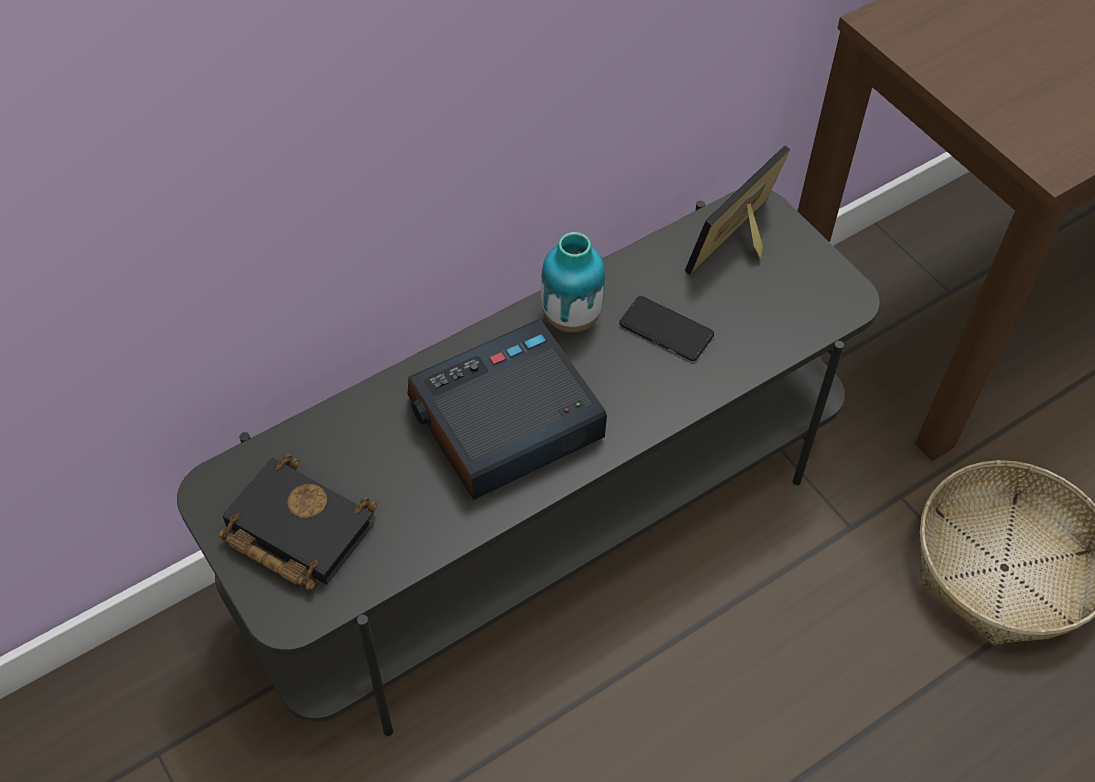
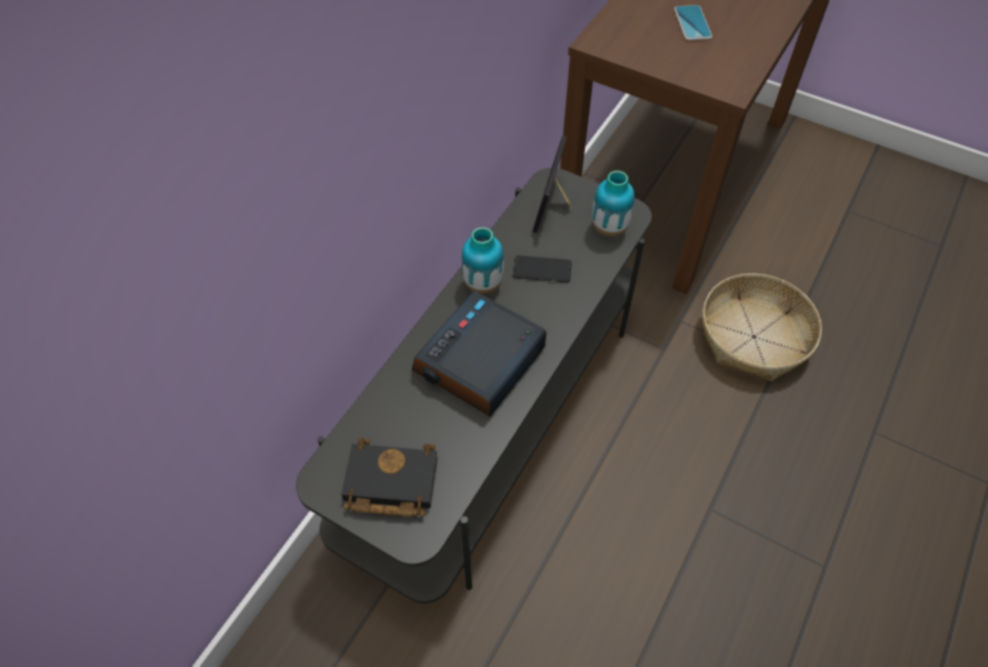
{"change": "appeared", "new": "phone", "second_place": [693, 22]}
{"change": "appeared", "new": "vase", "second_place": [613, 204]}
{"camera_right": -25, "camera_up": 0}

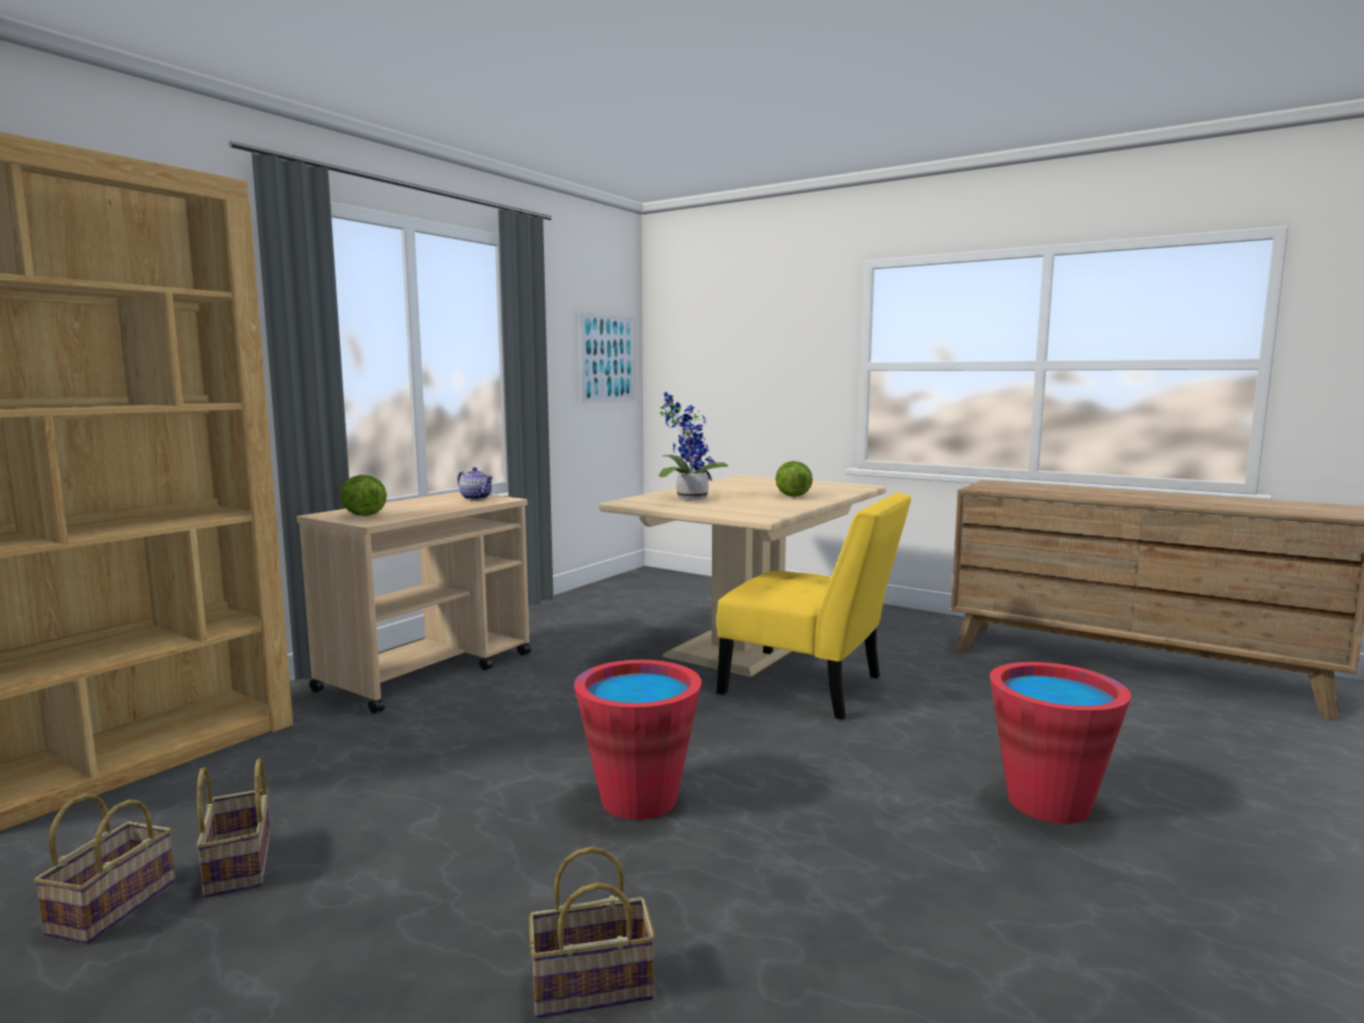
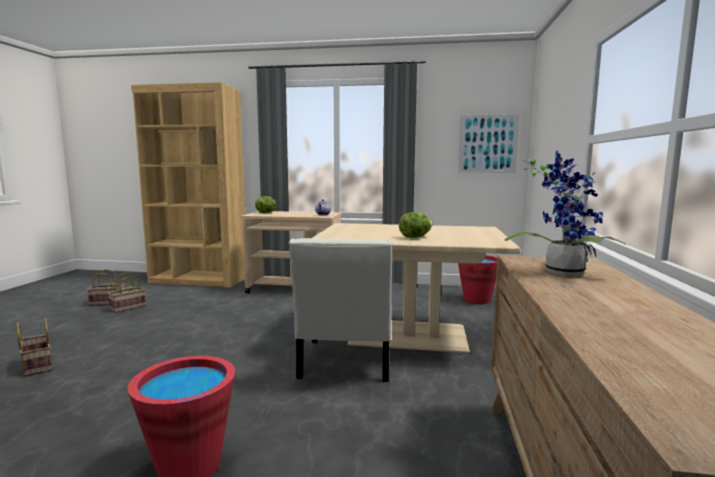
{"change": "relocated", "old": "potted plant", "first_place": [693, 446], "second_place": [565, 213]}
{"change": "colour", "old": "yellow chair", "new": "white chair", "first_place": [814, 606], "second_place": [340, 310]}
{"change": "relocated", "old": "red bucket", "first_place": [638, 740], "second_place": [477, 279]}
{"camera_right": 65, "camera_up": 0}

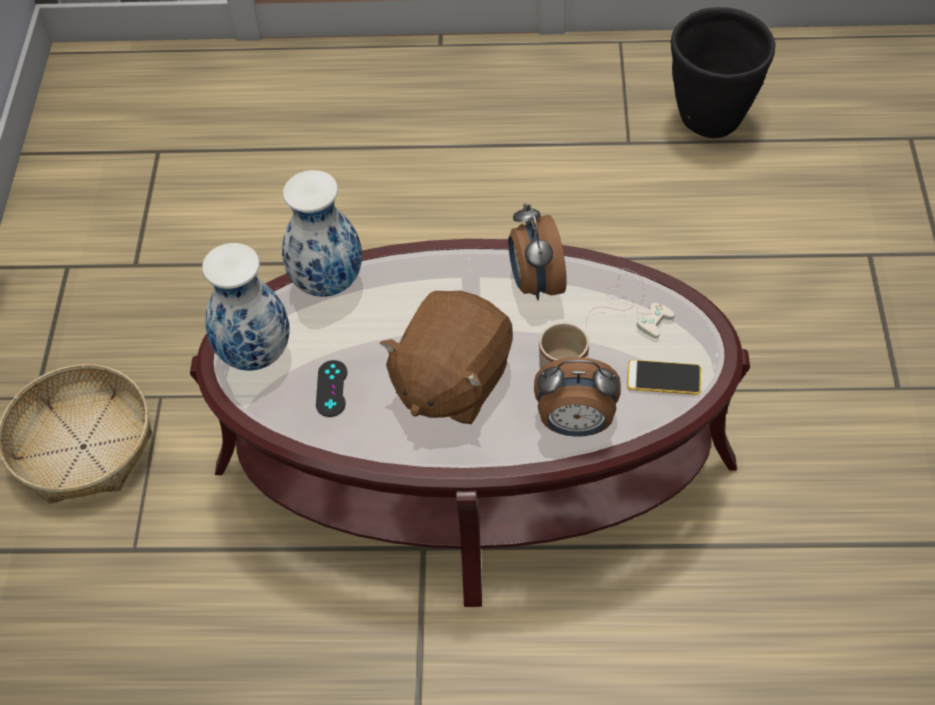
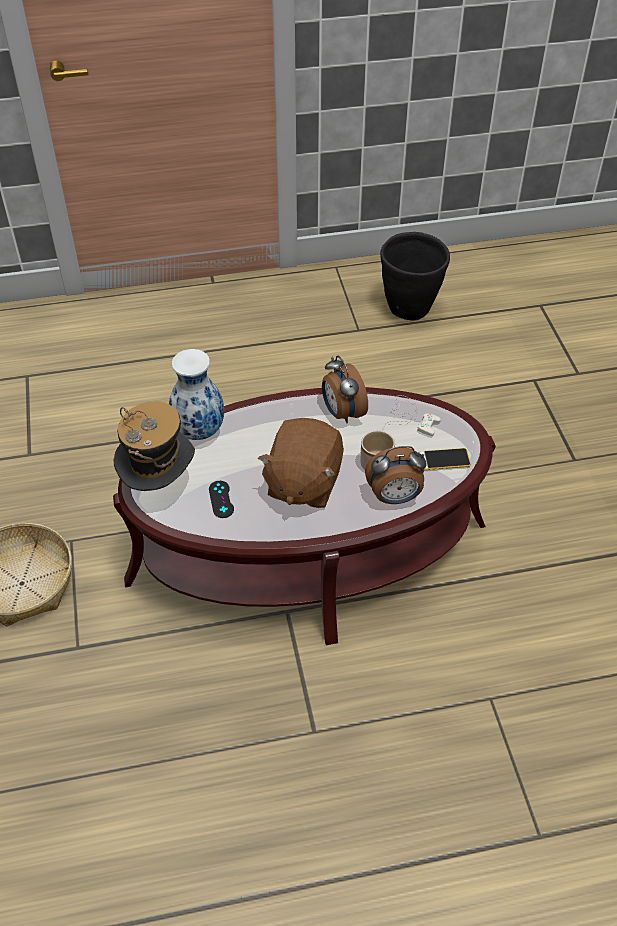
{"change": "exchanged", "old": "vase", "new": "hat", "first_place": [246, 306], "second_place": [154, 446]}
{"camera_right": -15, "camera_up": -5}

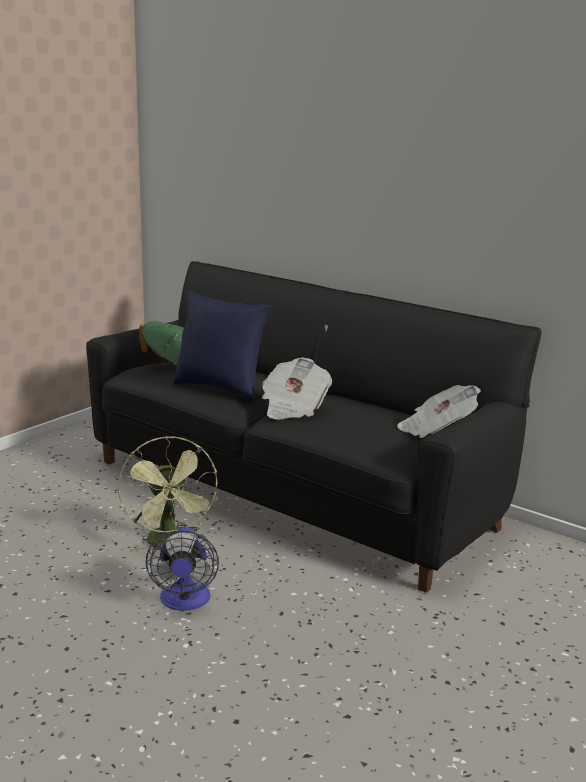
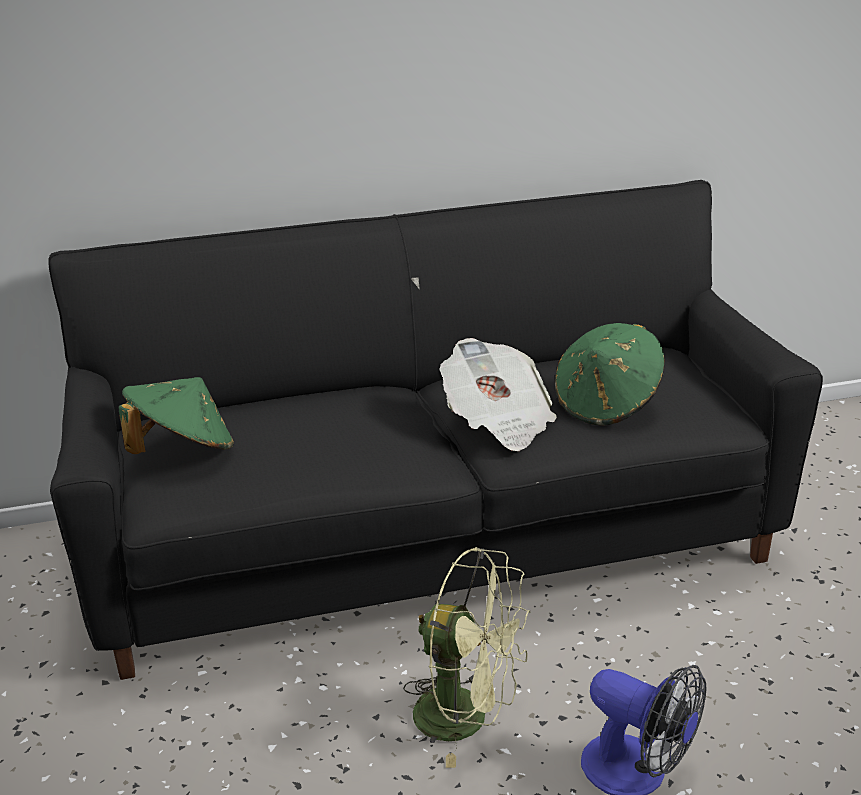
{"change": "missing", "old": "blue pillow", "first_place": [222, 345]}
{"change": "missing", "old": "newspaper", "first_place": [439, 411]}
{"change": "appeared", "new": "green hat", "second_place": [610, 374]}
{"camera_right": -50, "camera_up": 10}

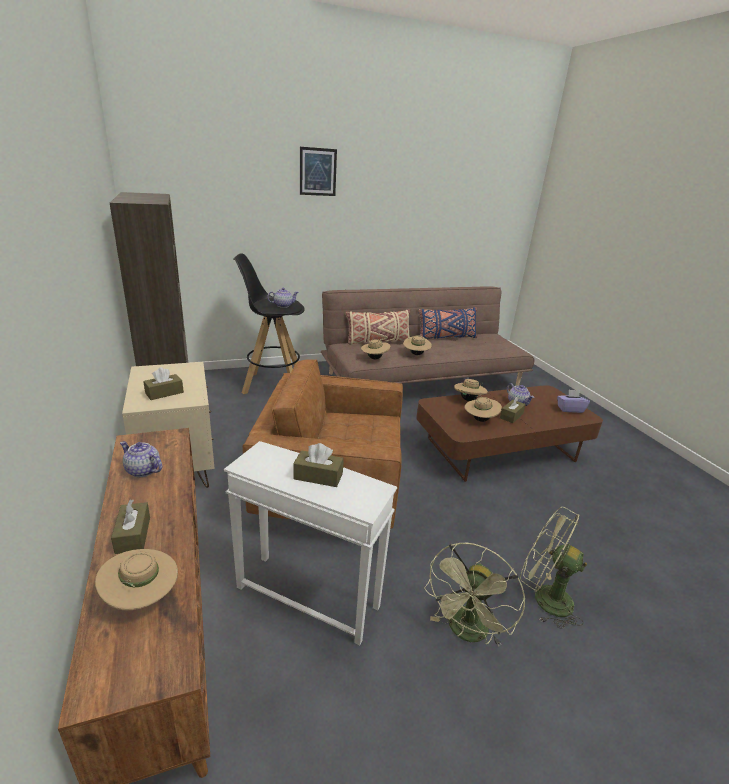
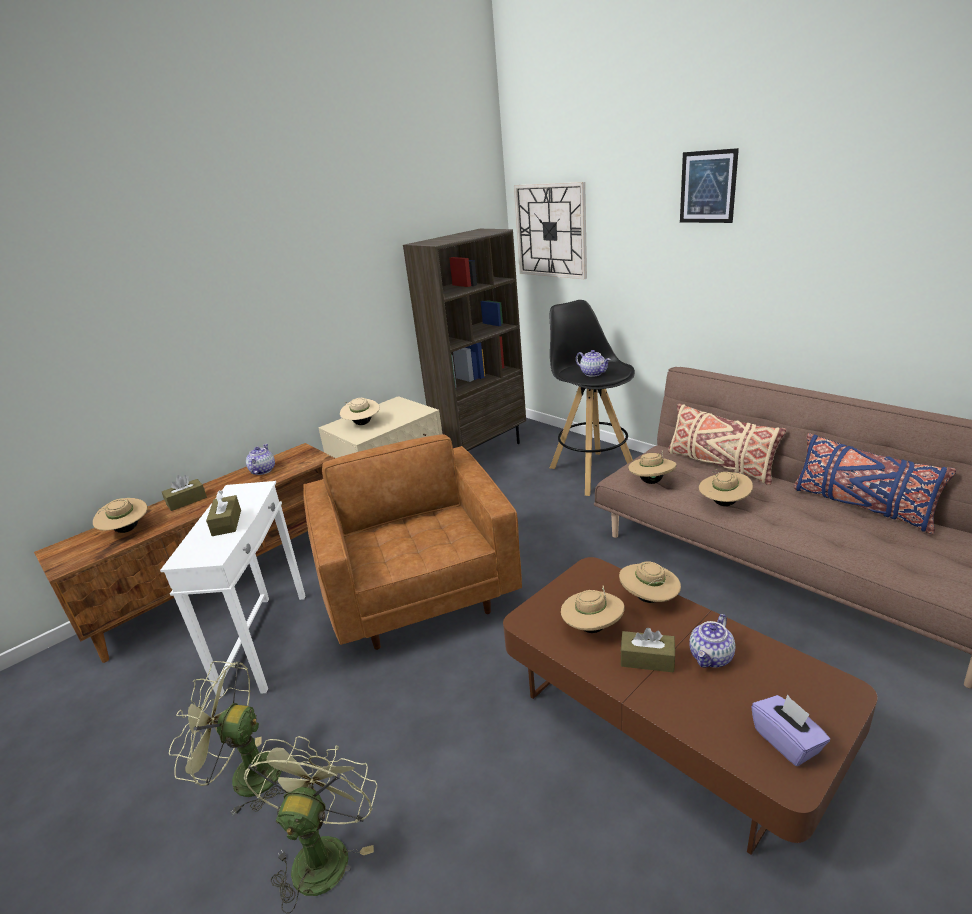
{"change": "exchanged", "old": "brown tissue box", "new": "beige hat", "first_place": [163, 383], "second_place": [360, 411]}
{"change": "appeared", "new": "wall clock", "second_place": [550, 230]}
{"camera_right": 70, "camera_up": 0}

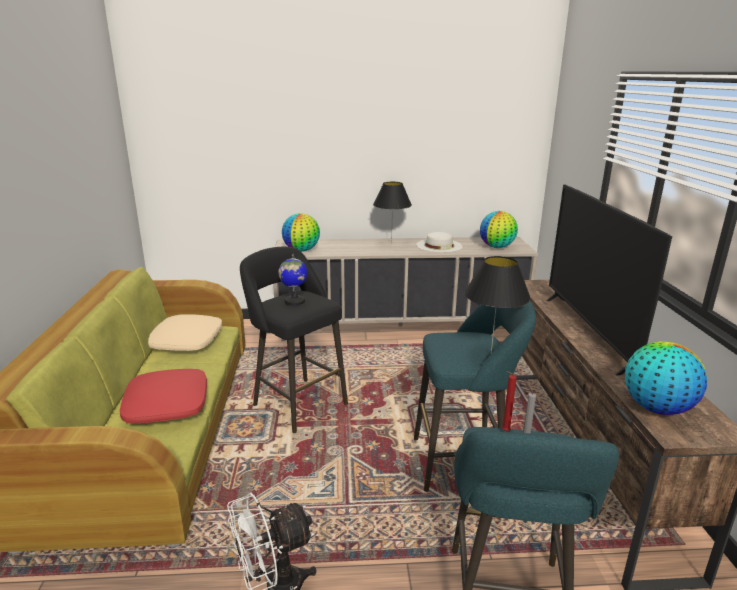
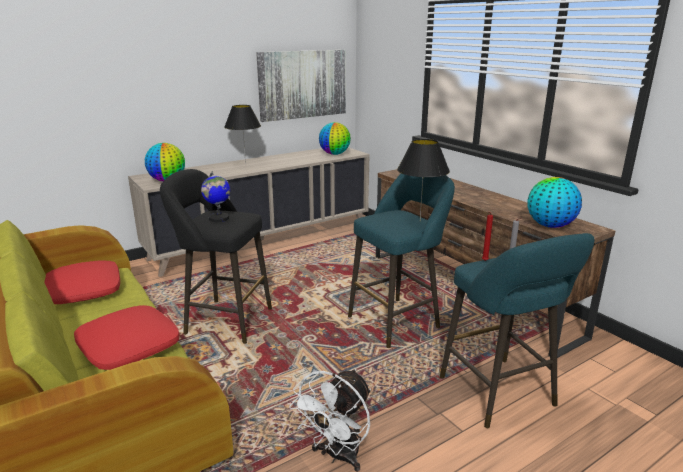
{"change": "missing", "old": "television", "first_place": [609, 279]}
{"change": "missing", "old": "white hat", "first_place": [439, 242]}
{"change": "colour", "old": "beige pillow", "new": "red pillow", "first_place": [185, 332], "second_place": [82, 282]}
{"change": "appeared", "new": "picture", "second_place": [301, 86]}
{"camera_right": -30, "camera_up": 0}

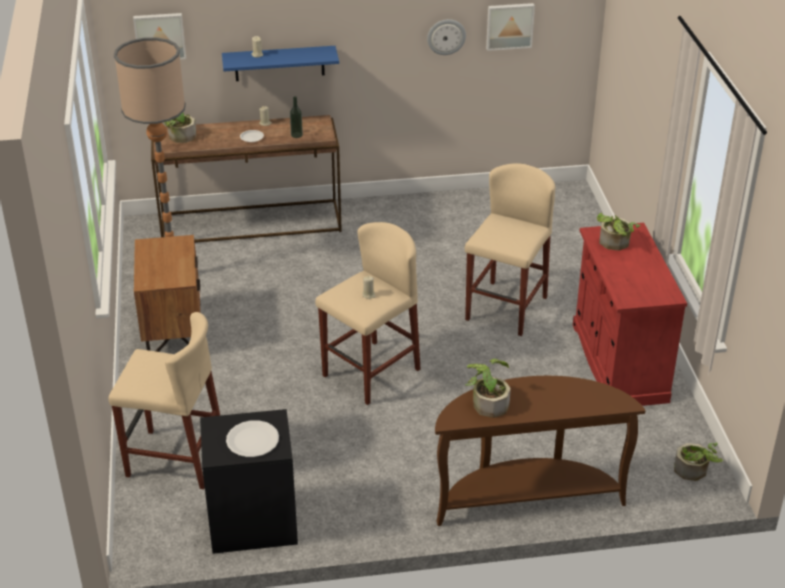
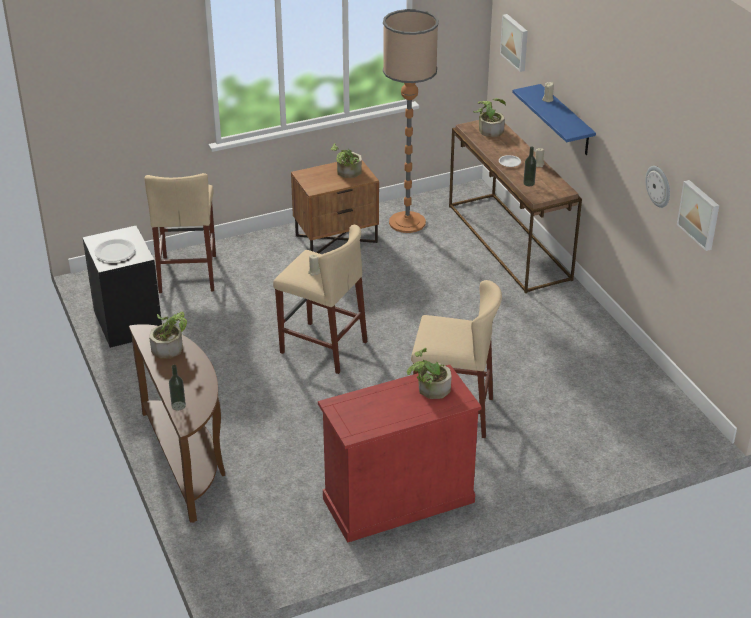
{"change": "relocated", "old": "potted plant", "first_place": [698, 461], "second_place": [346, 160]}
{"change": "appeared", "new": "bottle", "second_place": [177, 388]}
{"camera_right": 75, "camera_up": 0}

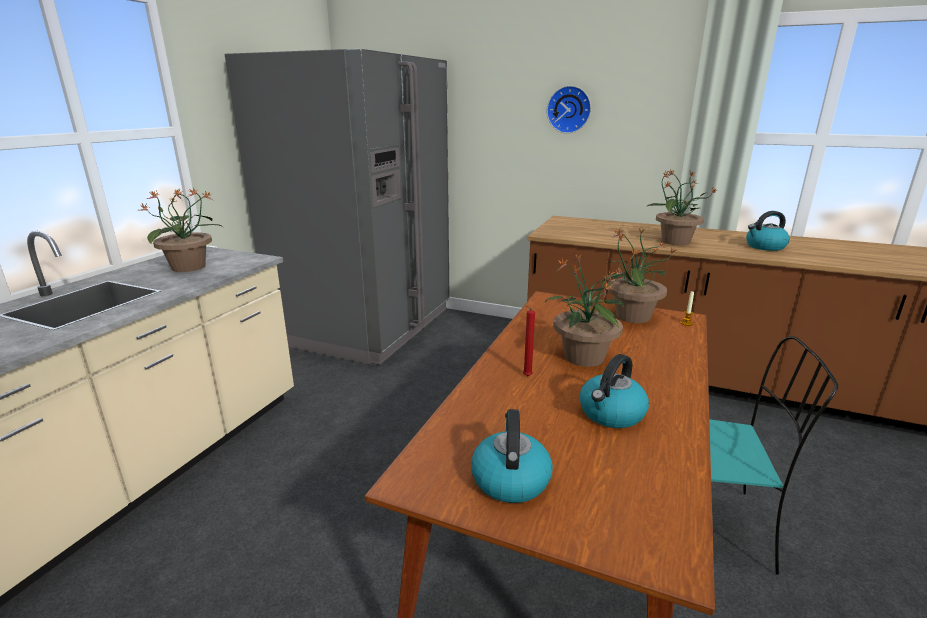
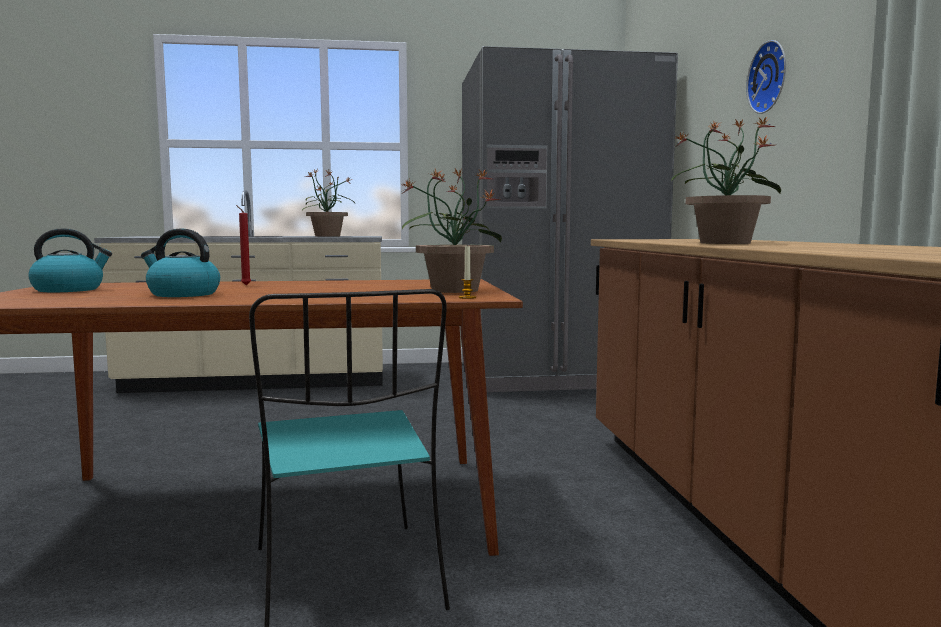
{"change": "missing", "old": "kettle", "first_place": [768, 231]}
{"change": "missing", "old": "potted plant", "first_place": [584, 310]}
{"camera_right": 60, "camera_up": -15}

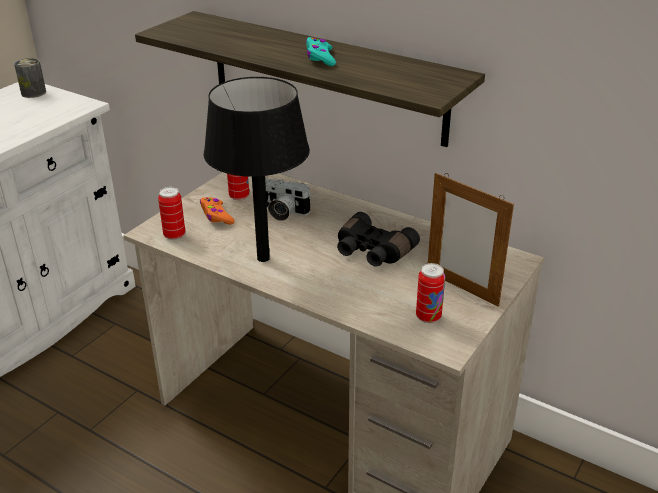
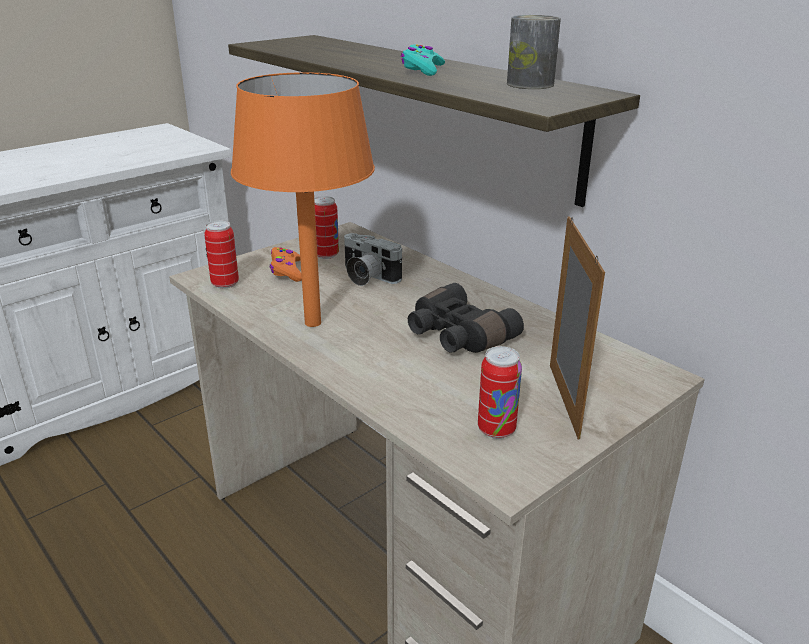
{"change": "relocated", "old": "can", "first_place": [30, 78], "second_place": [534, 52]}
{"change": "colour", "old": "black table lamp", "new": "orange table lamp", "first_place": [257, 169], "second_place": [303, 199]}
{"change": "spun", "old": "picture frame", "first_place": [471, 240], "second_place": [577, 327], "degrees": -150}
{"camera_right": 15, "camera_up": -5}

